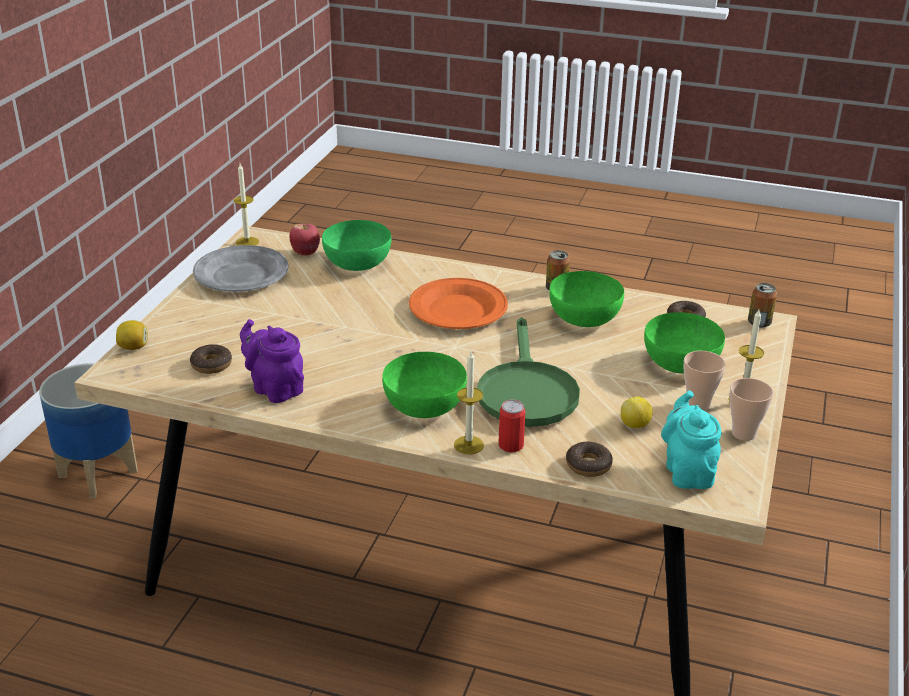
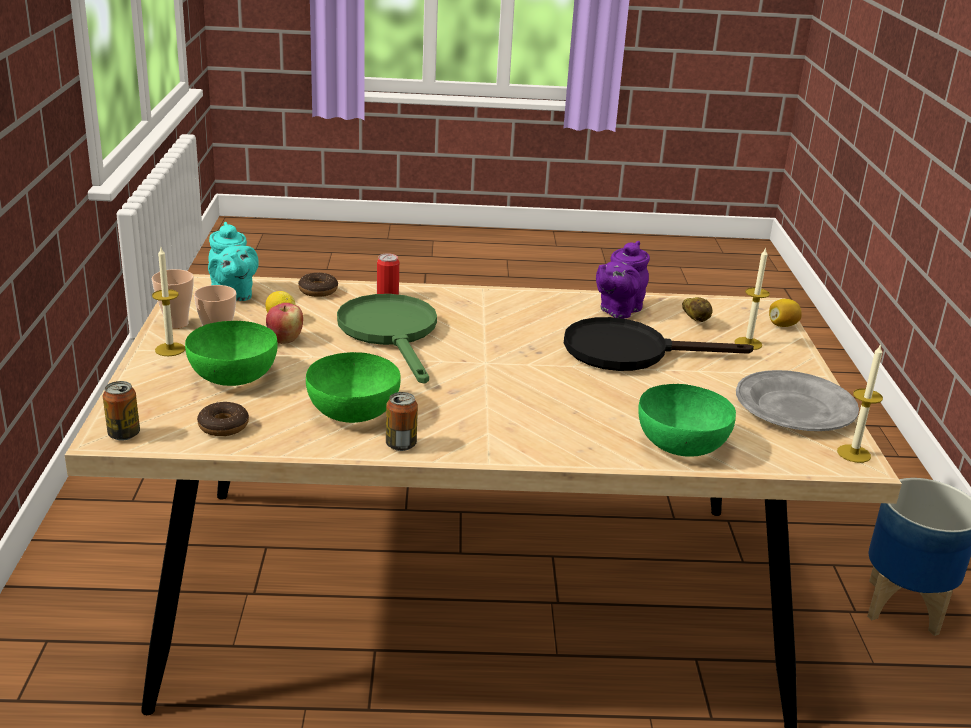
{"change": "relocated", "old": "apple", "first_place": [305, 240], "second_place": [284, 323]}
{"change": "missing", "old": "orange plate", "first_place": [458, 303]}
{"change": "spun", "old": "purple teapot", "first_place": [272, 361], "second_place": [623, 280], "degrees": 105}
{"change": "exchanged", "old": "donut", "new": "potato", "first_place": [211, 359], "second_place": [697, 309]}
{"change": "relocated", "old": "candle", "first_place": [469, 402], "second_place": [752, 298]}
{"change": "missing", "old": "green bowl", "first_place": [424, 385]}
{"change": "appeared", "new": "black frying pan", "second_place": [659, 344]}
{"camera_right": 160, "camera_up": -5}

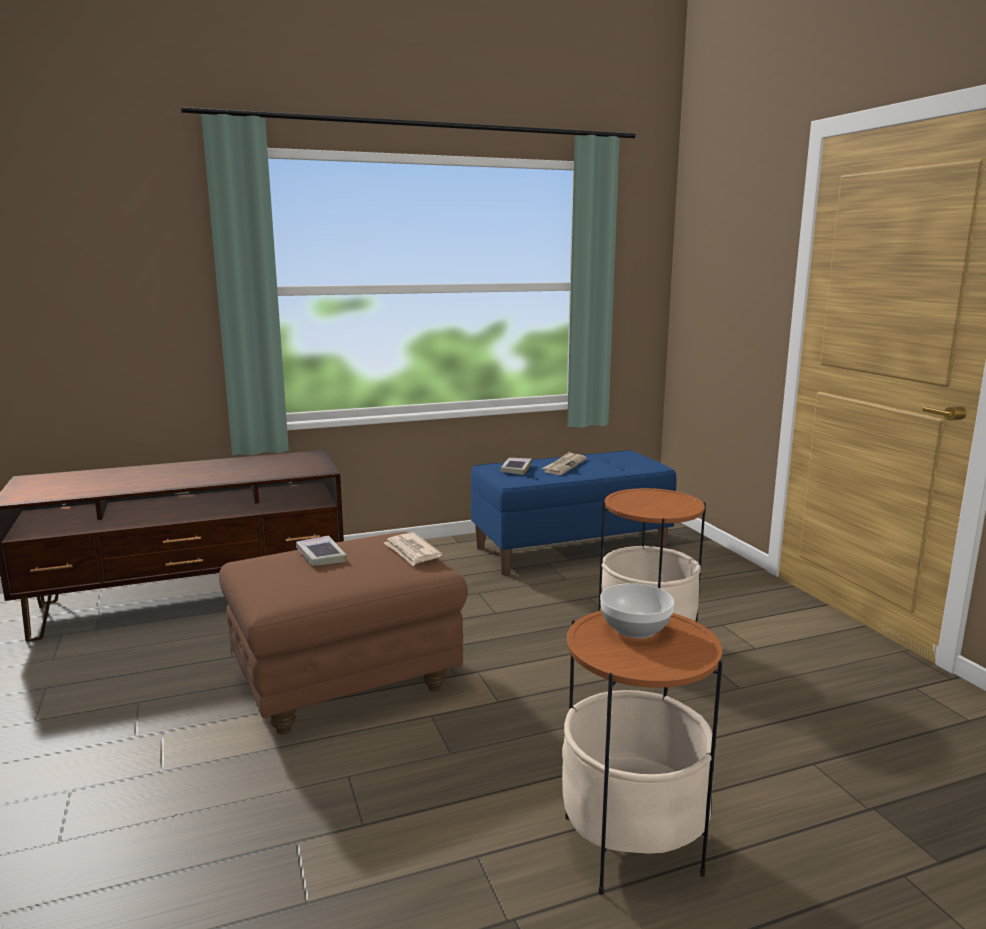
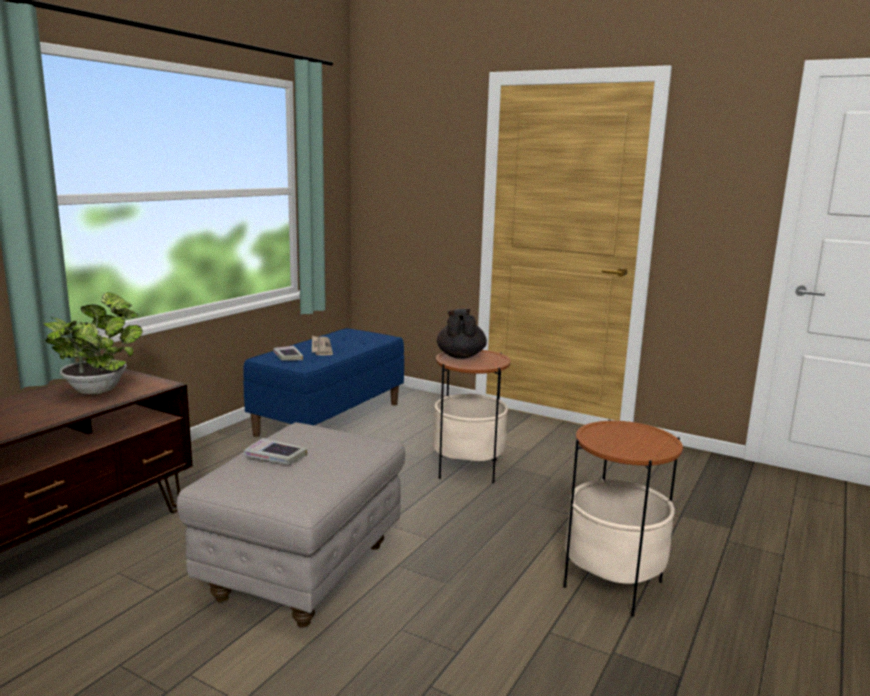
{"change": "colour", "old": "brown ottoman", "new": "grey ottoman", "first_place": [343, 632], "second_place": [291, 524]}
{"change": "missing", "old": "newspaper", "first_place": [413, 549]}
{"change": "missing", "old": "bowl", "first_place": [637, 611]}
{"change": "appeared", "new": "potted plant", "second_place": [93, 343]}
{"change": "appeared", "new": "black teapot", "second_place": [462, 334]}
{"camera_right": -40, "camera_up": 0}

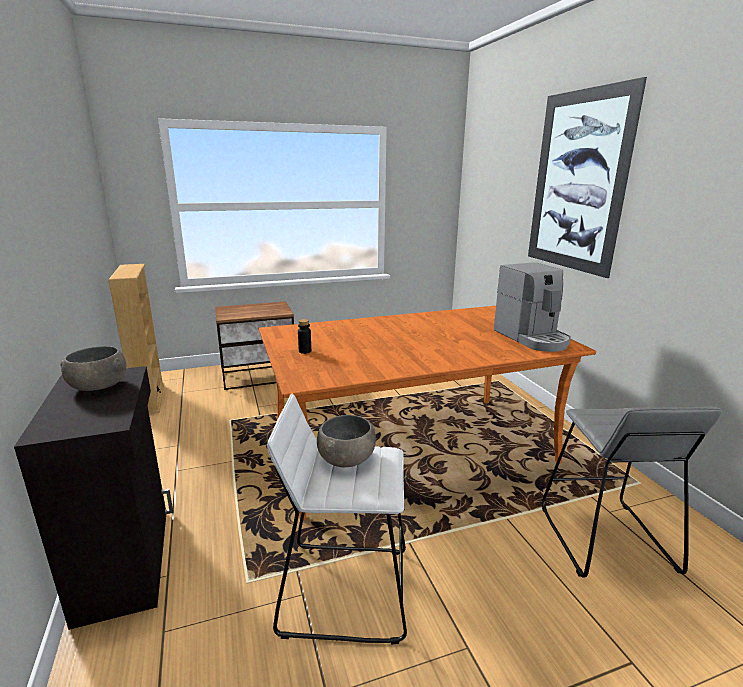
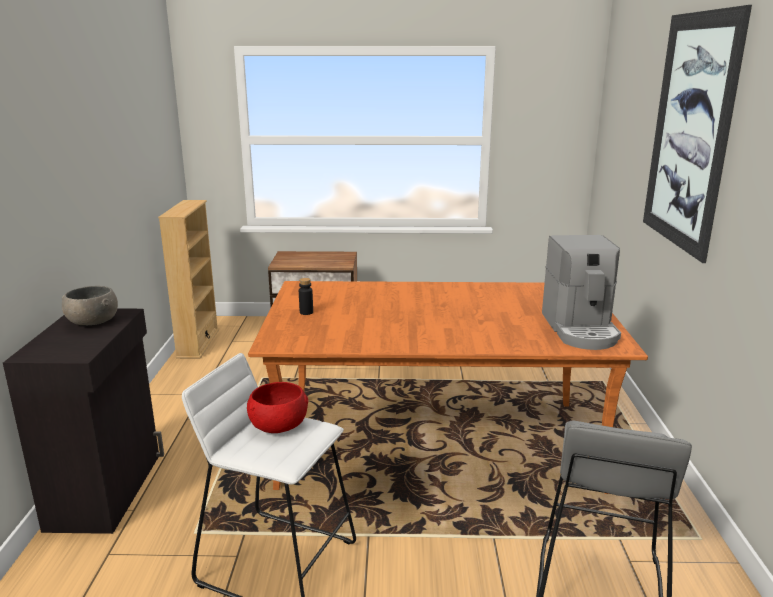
{"change": "colour", "old": "grey bowl", "new": "red bowl", "first_place": [346, 441], "second_place": [277, 407]}
{"camera_right": 20, "camera_up": 0}

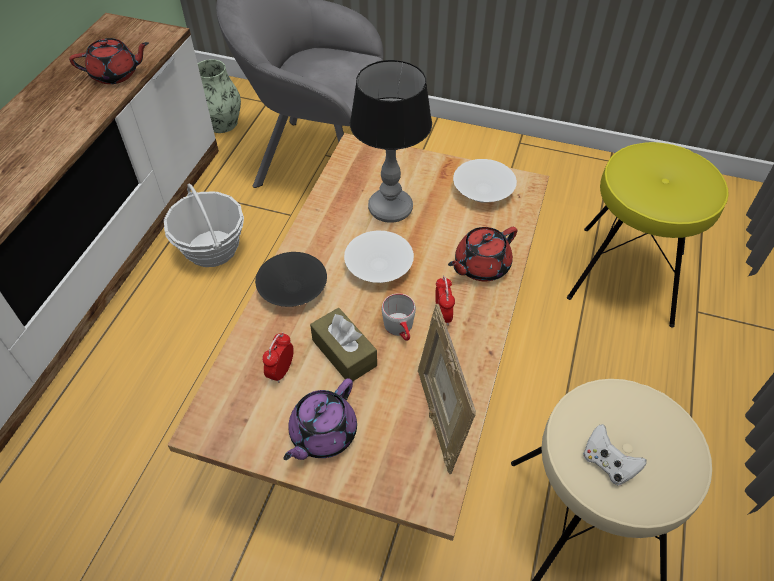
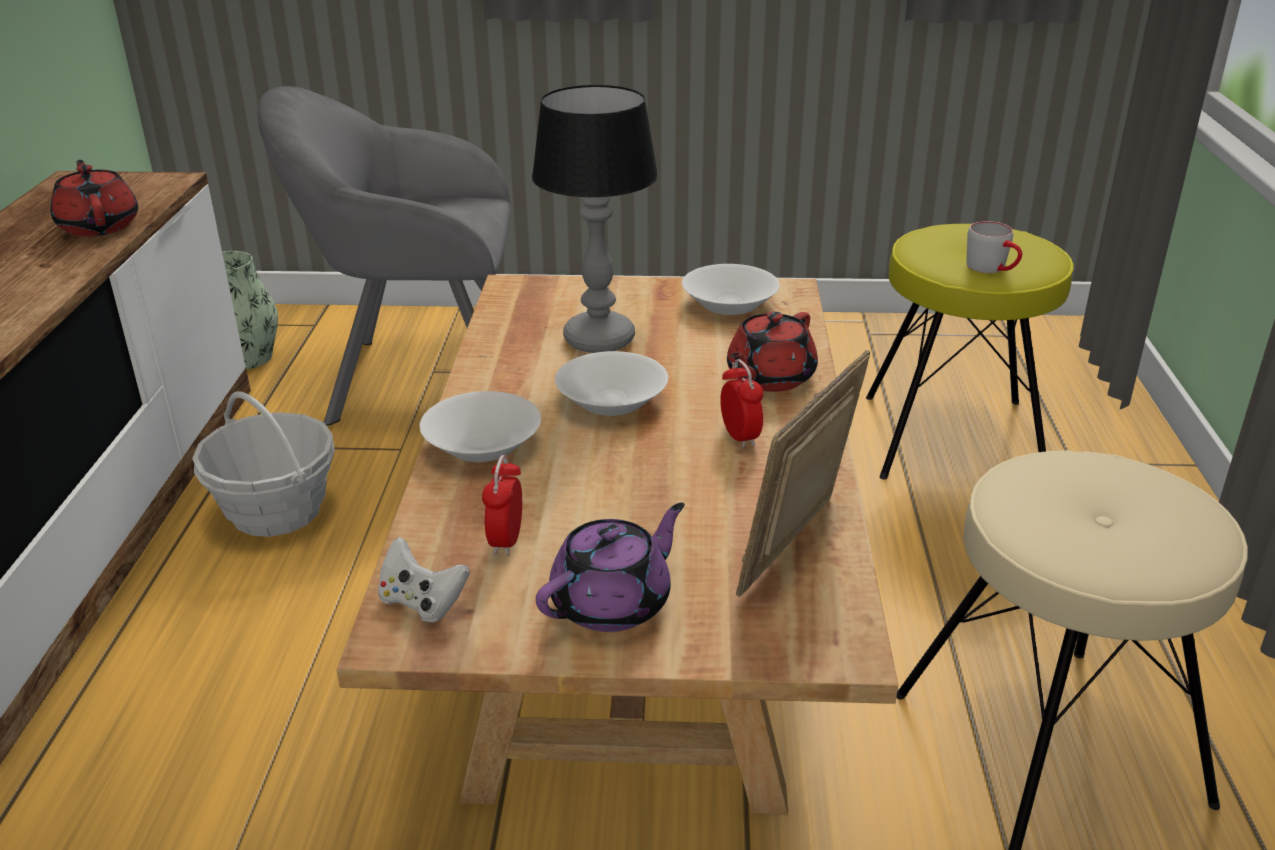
{"change": "spun", "old": "red teapot", "first_place": [109, 61], "second_place": [94, 198], "degrees": -90}
{"change": "colour", "old": "black bowl", "new": "white bowl", "first_place": [291, 279], "second_place": [480, 426]}
{"change": "relocated", "old": "grey mug", "first_place": [399, 317], "second_place": [994, 247]}
{"change": "spun", "old": "picture frame", "first_place": [447, 389], "second_place": [803, 473], "degrees": 60}
{"change": "missing", "old": "brown tissue box", "first_place": [343, 344]}
{"change": "spun", "old": "purple teapot", "first_place": [320, 419], "second_place": [610, 567], "degrees": -150}
{"change": "relocated", "old": "white game controller", "first_place": [615, 454], "second_place": [424, 580]}
{"camera_right": -15, "camera_up": -20}

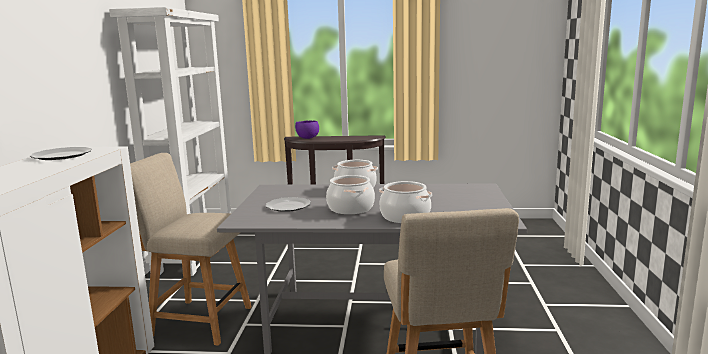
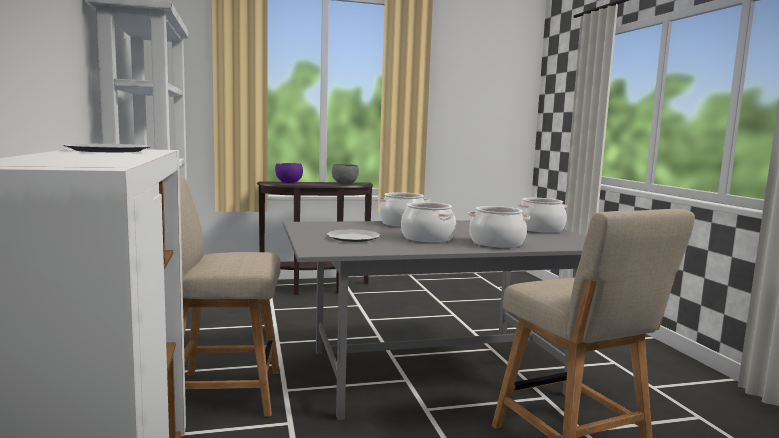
{"change": "appeared", "new": "grey bowl", "second_place": [345, 174]}
{"change": "appeared", "new": "cooking pot", "second_place": [542, 215]}
{"camera_right": -20, "camera_up": -5}

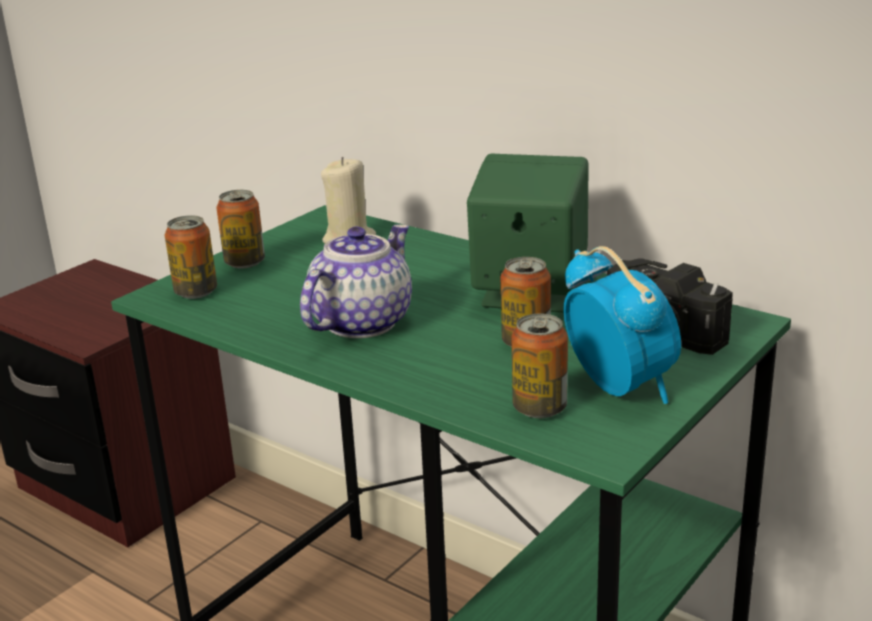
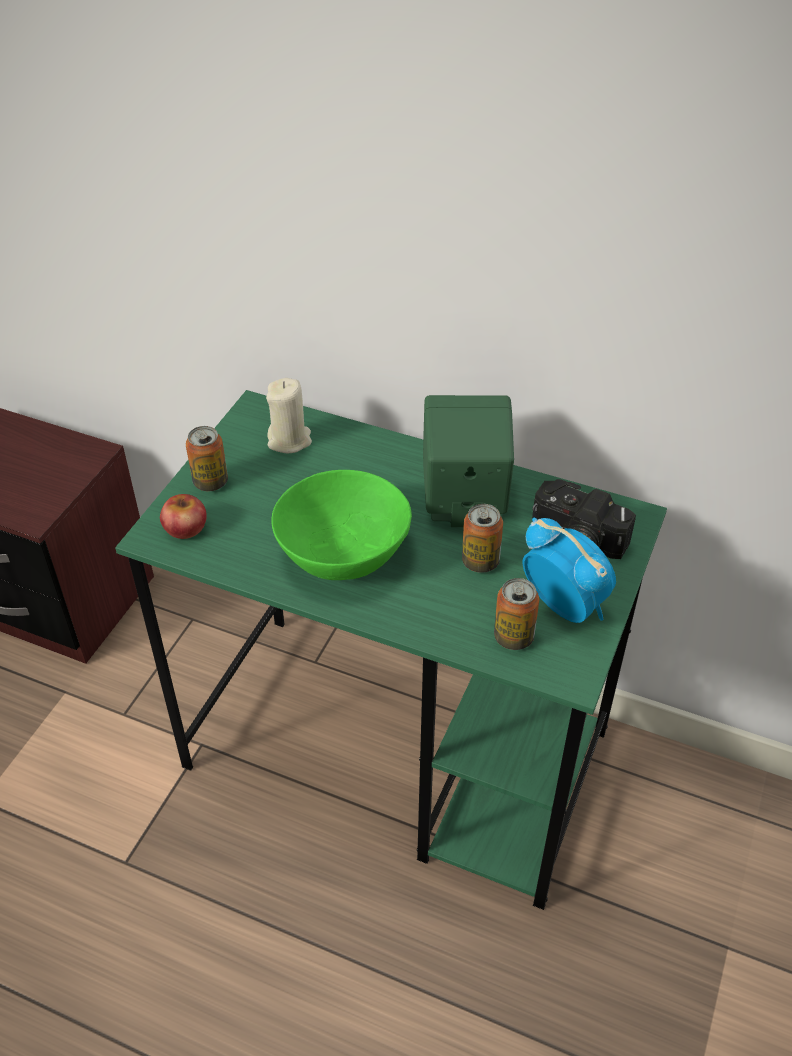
{"change": "exchanged", "old": "can", "new": "apple", "first_place": [191, 257], "second_place": [183, 516]}
{"change": "exchanged", "old": "teapot", "new": "green bowl", "first_place": [356, 281], "second_place": [341, 525]}
{"camera_right": -15, "camera_up": 20}

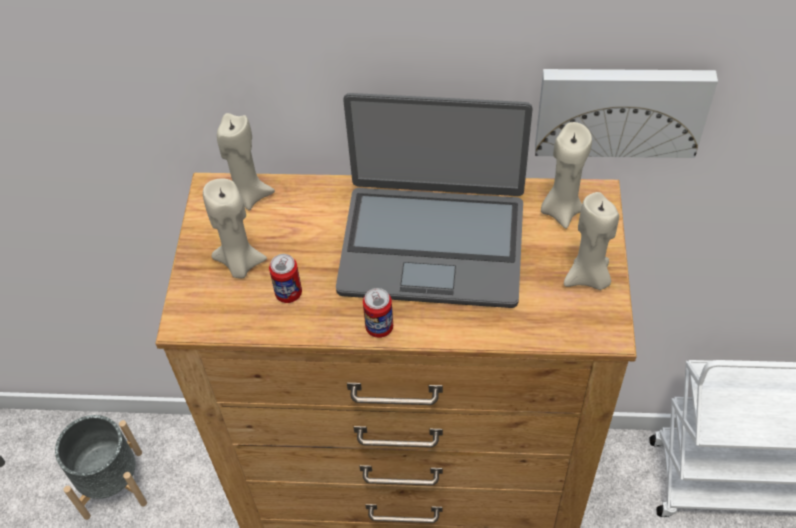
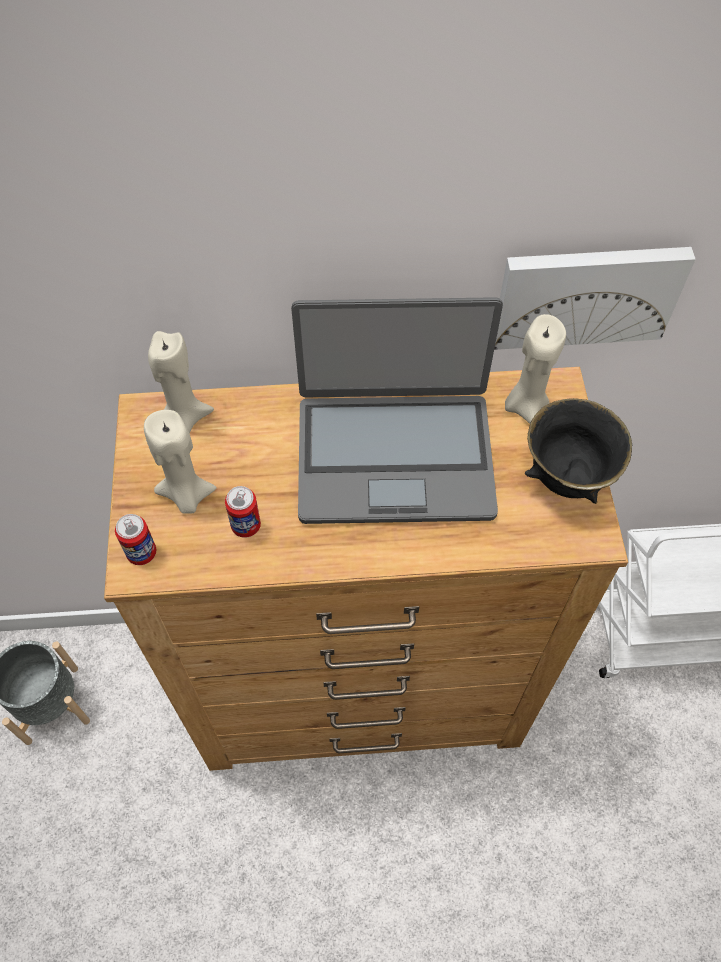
{"change": "exchanged", "old": "beige candle", "new": "black bowl", "first_place": [591, 241], "second_place": [578, 451]}
{"change": "relocated", "old": "can", "first_place": [378, 313], "second_place": [135, 539]}
{"camera_right": -10, "camera_up": 5}

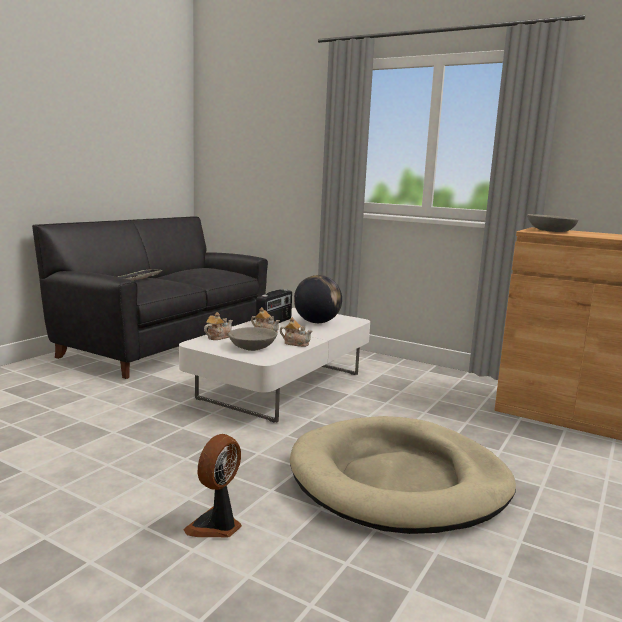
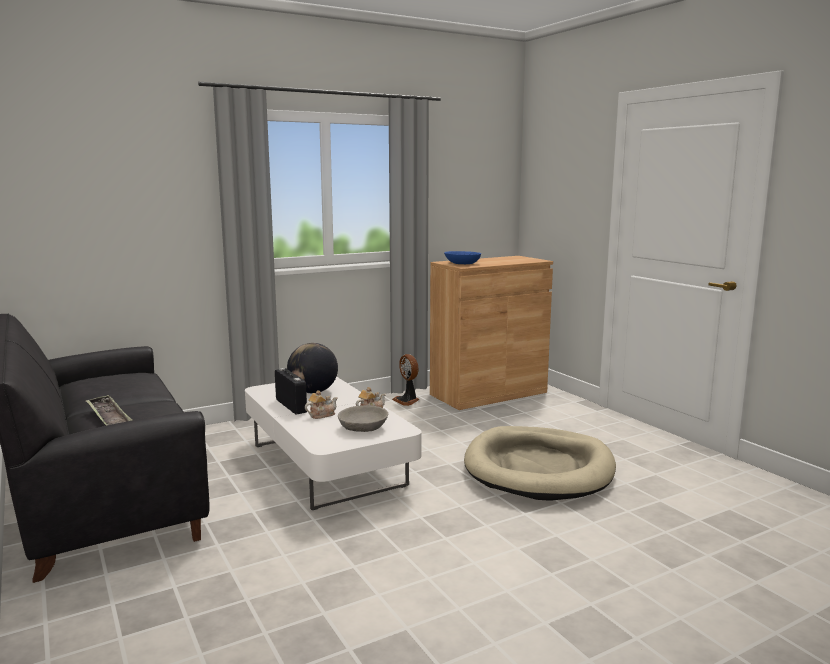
{"change": "colour", "old": "grey bowl", "new": "blue bowl", "first_place": [553, 223], "second_place": [462, 257]}
{"change": "missing", "old": "teapot", "first_place": [218, 326]}
{"change": "relocated", "old": "fan", "first_place": [212, 485], "second_place": [406, 380]}
{"camera_right": -60, "camera_up": 0}

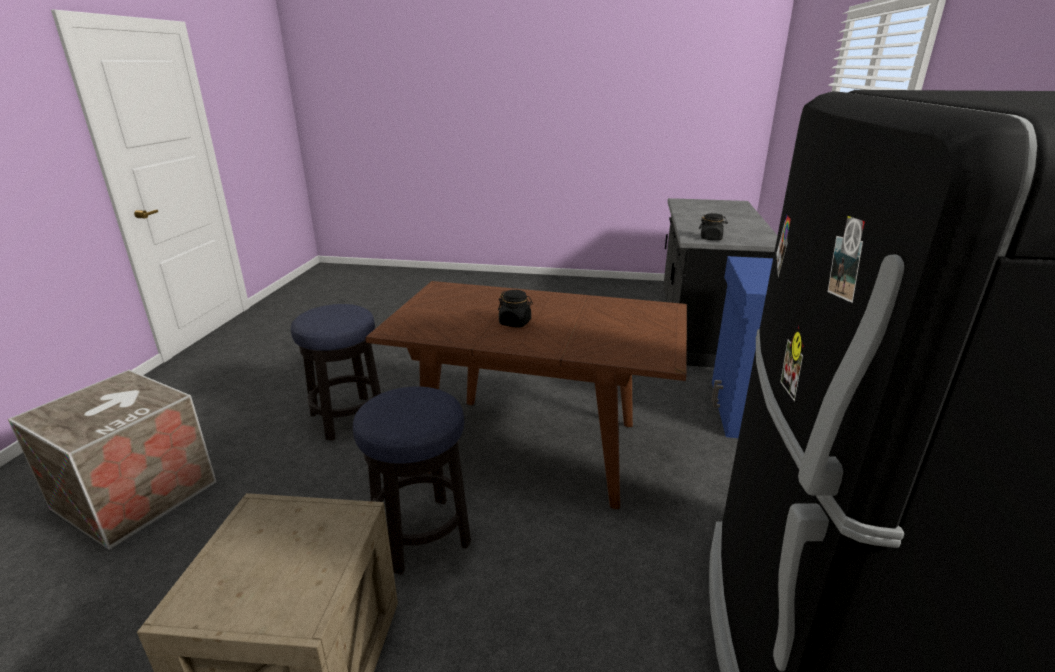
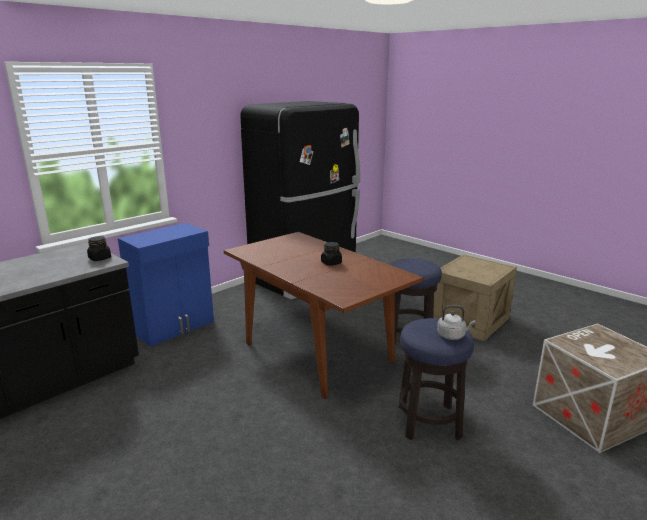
{"change": "appeared", "new": "grey kettle", "second_place": [456, 322]}
{"camera_right": -145, "camera_up": -5}

